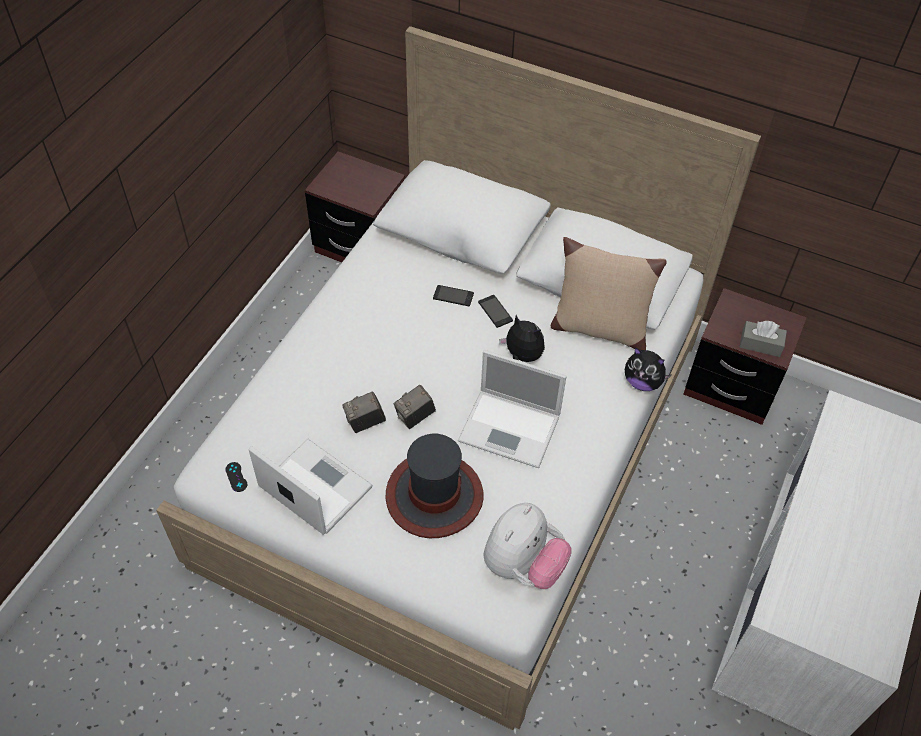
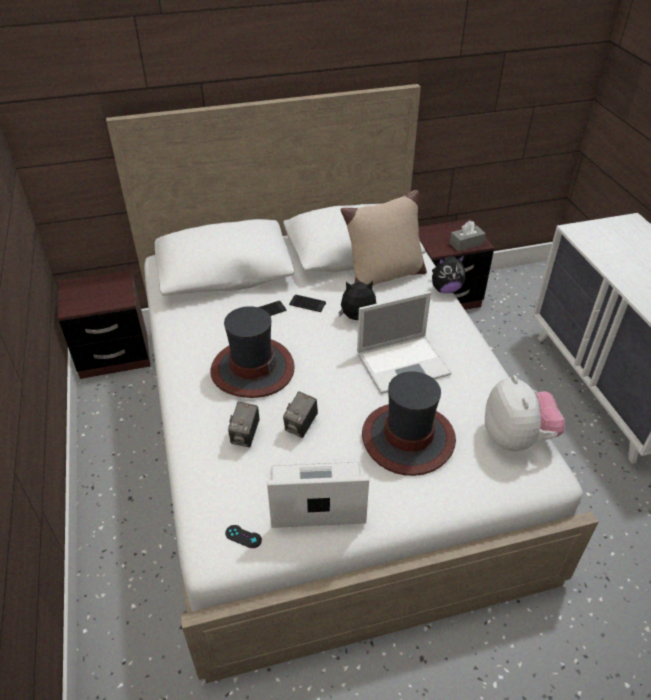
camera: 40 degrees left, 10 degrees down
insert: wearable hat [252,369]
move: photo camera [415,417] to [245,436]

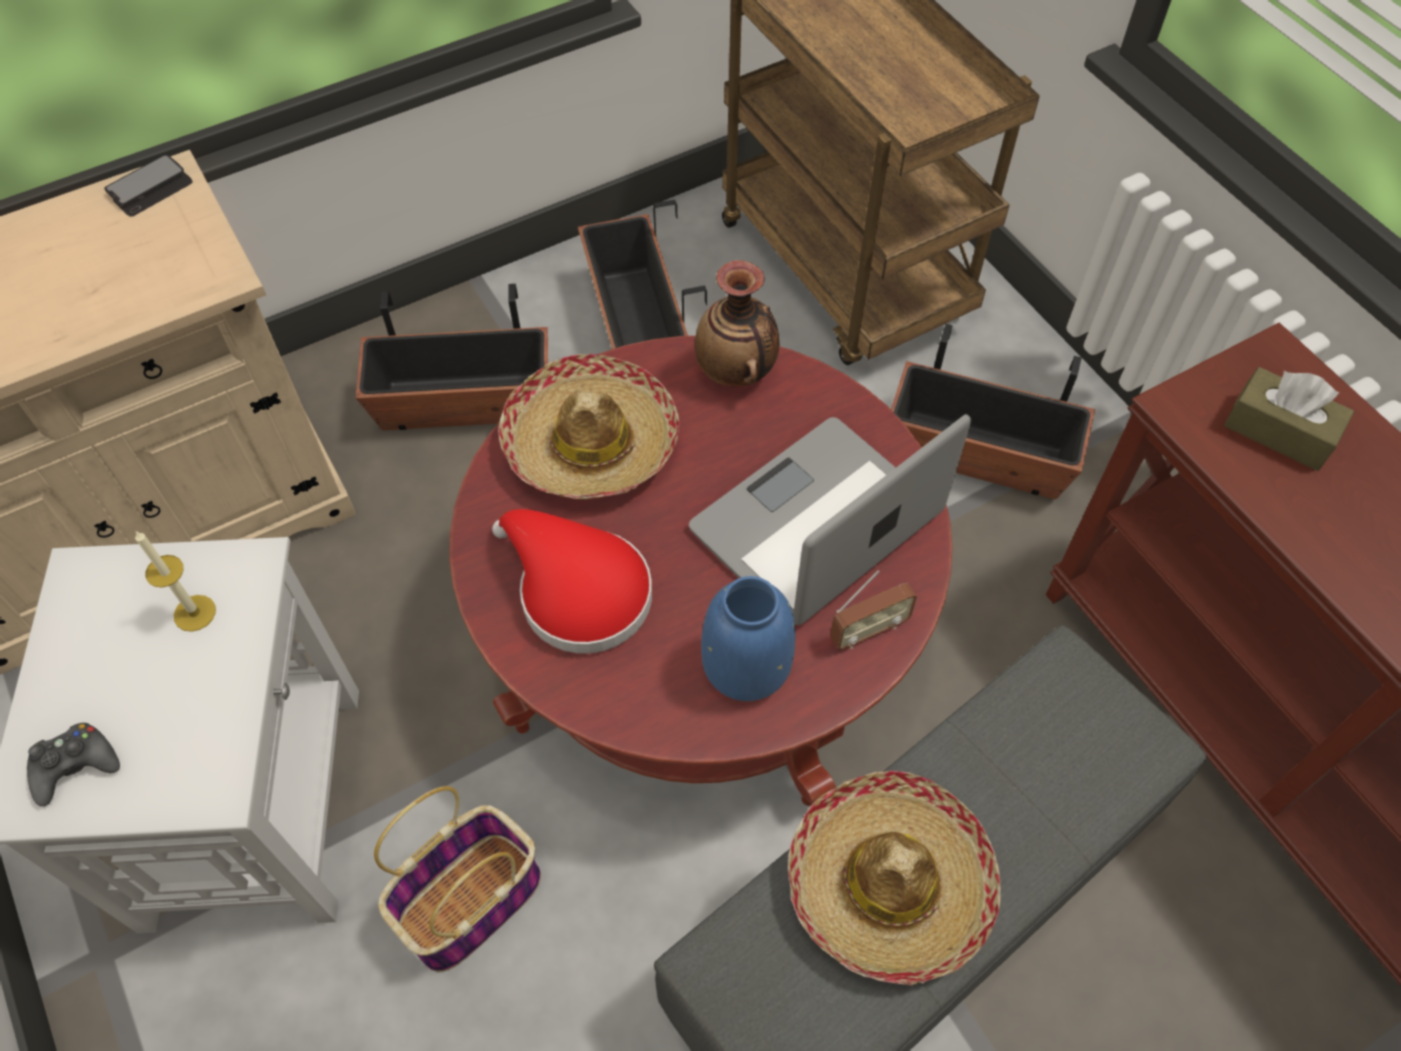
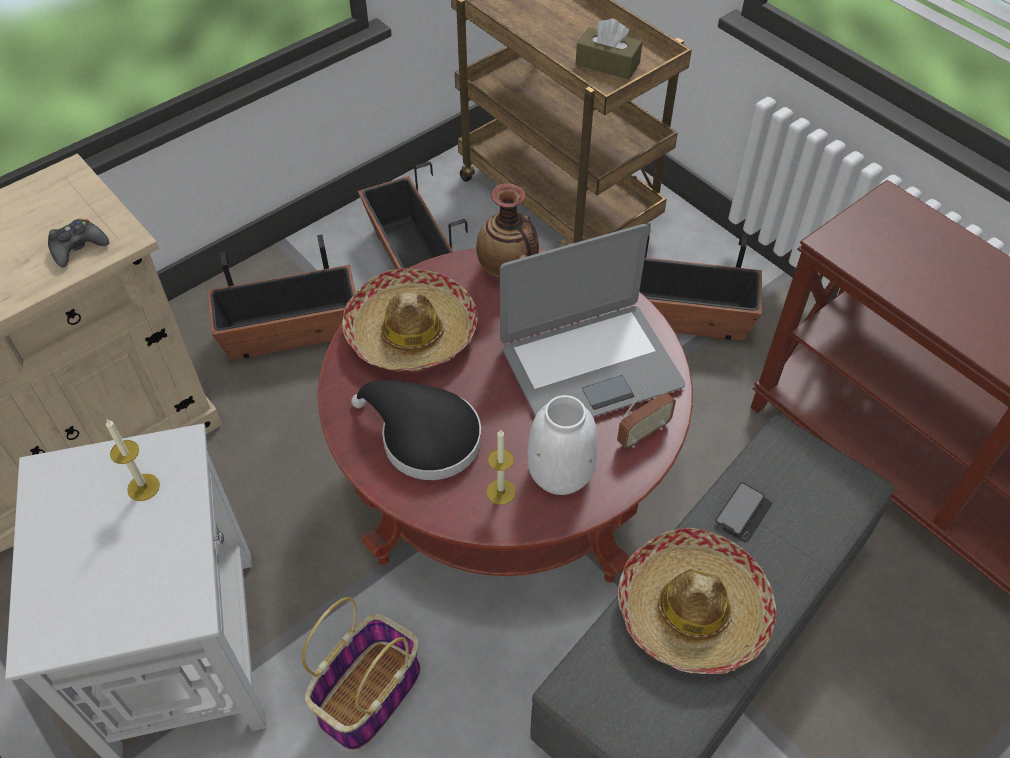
camera: 10 degrees left, 5 degrees down
insert: wax light [501,492]
move: gamepad (black) [75,766] to [78,247]; telephone [150,187] to [743,513]; box of tissues (brownish) [1279,431] to [607,64]
recolor: wearable hat (reddish) [577,591] to wearable hat (black) [423,437]; vase (bluish) [746,670] to vase (white-coloured) [560,473]
rotate: notebook computer [817,524] = [590,366] 150 degrees counterclockwise

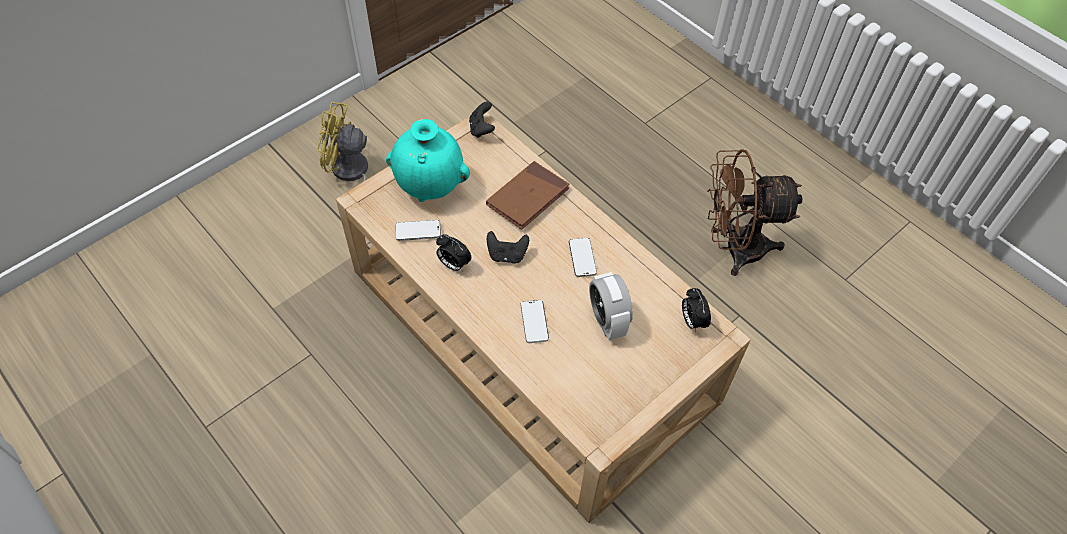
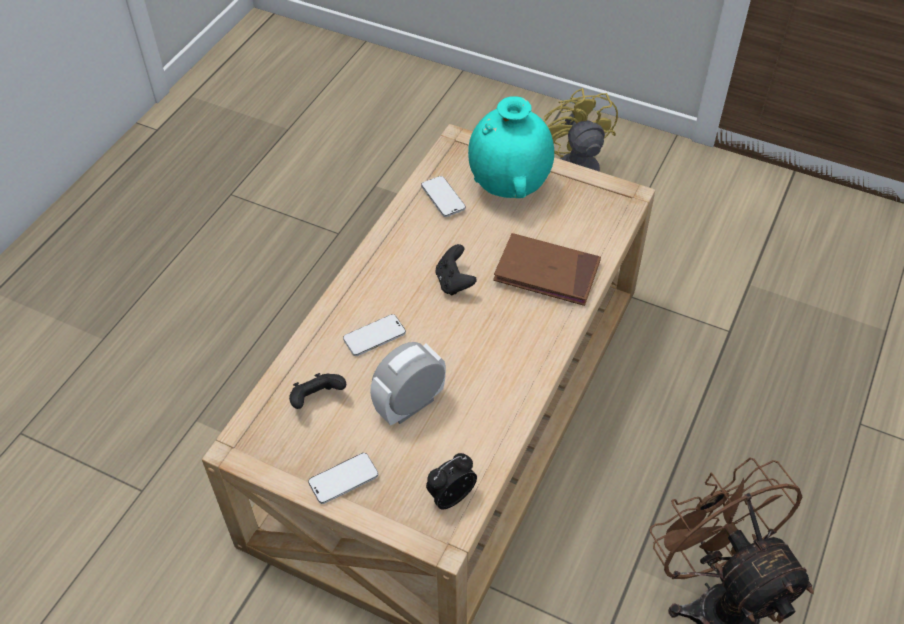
camera: 70 degrees right, 5 degrees down
delete: alarm clock [453,264]
move: gamepad (black) [481,129] to [317,399]; telephone [582,258] to [343,479]

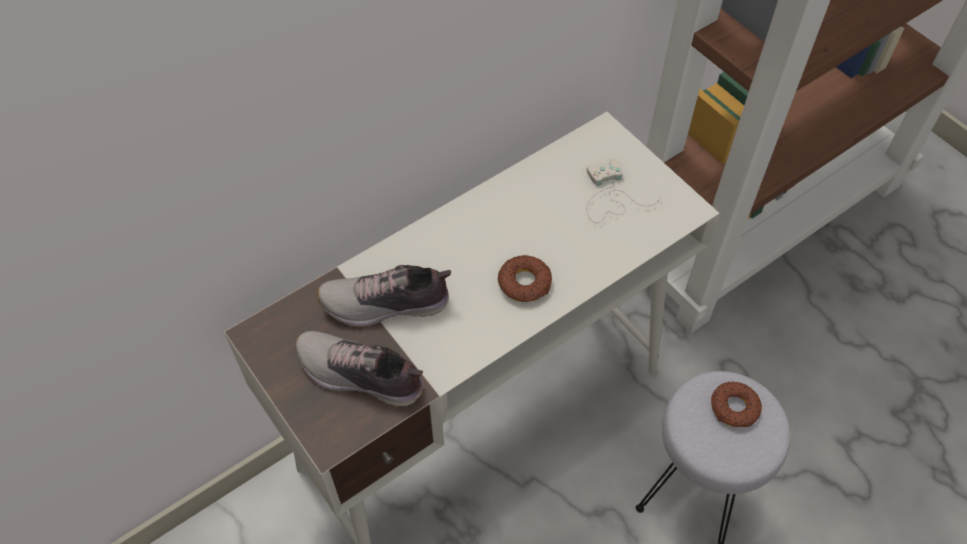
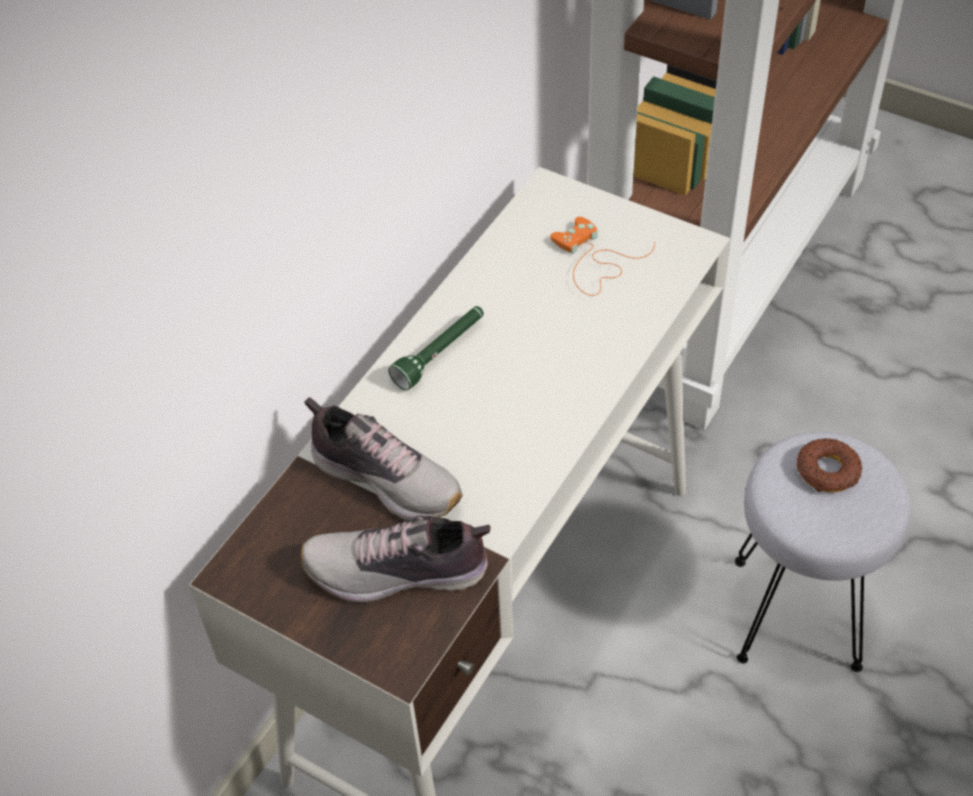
camera: 20 degrees left, 5 degrees down
delete: ring doughnut [525,283]
insert: hand torch (greenish) [440,353]
recolor: gamepad (white-coloured) [610,196] to gamepad (orange) [594,260]
rotate: shoe [386,305] = [386,478] 120 degrees counterclockwise

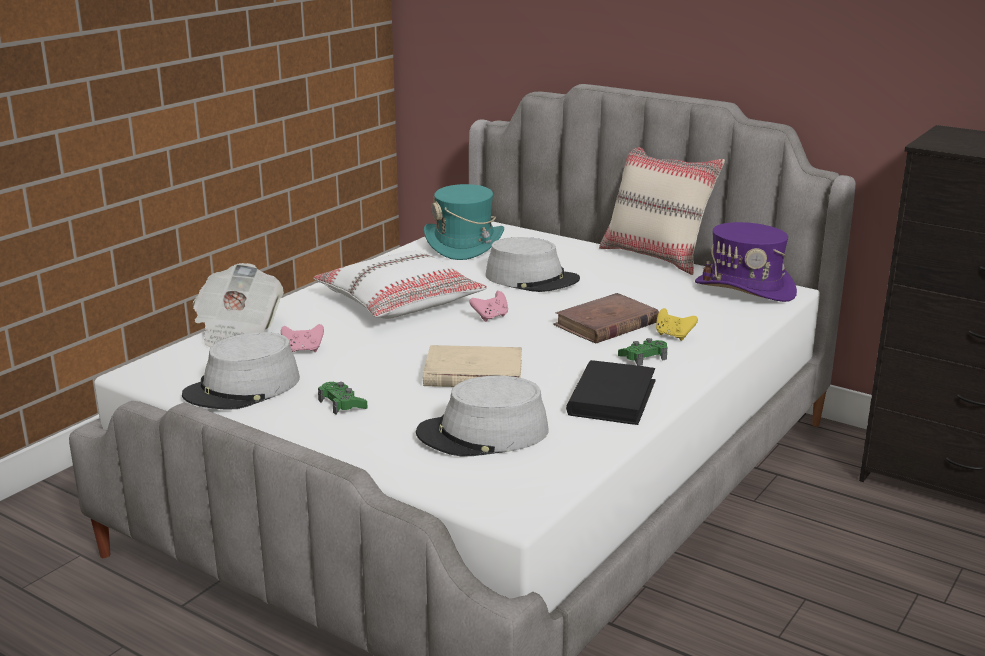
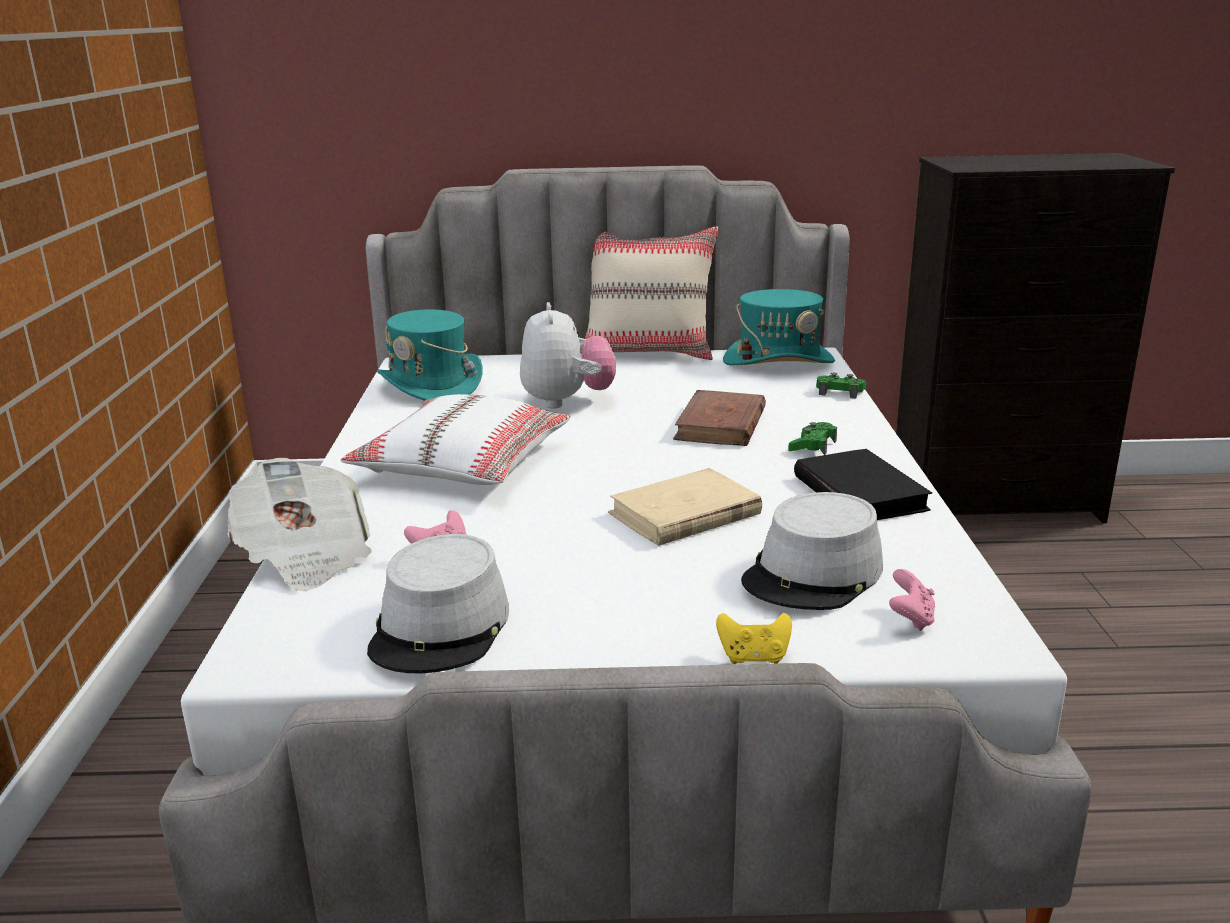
camera: 35 degrees left, 0 degrees up
move: gamepad (greenish) [342,404] to [840,392]; gamepad (pink) [491,317] to [910,619]; gamepad (yellow-coloured) [673,336] to [754,658]
replace: wearable hat (gray) [532,278] to soft toy [567,401]
recolor: wearable hat (purplish) [745,289] to wearable hat (blue-green) [778,361]

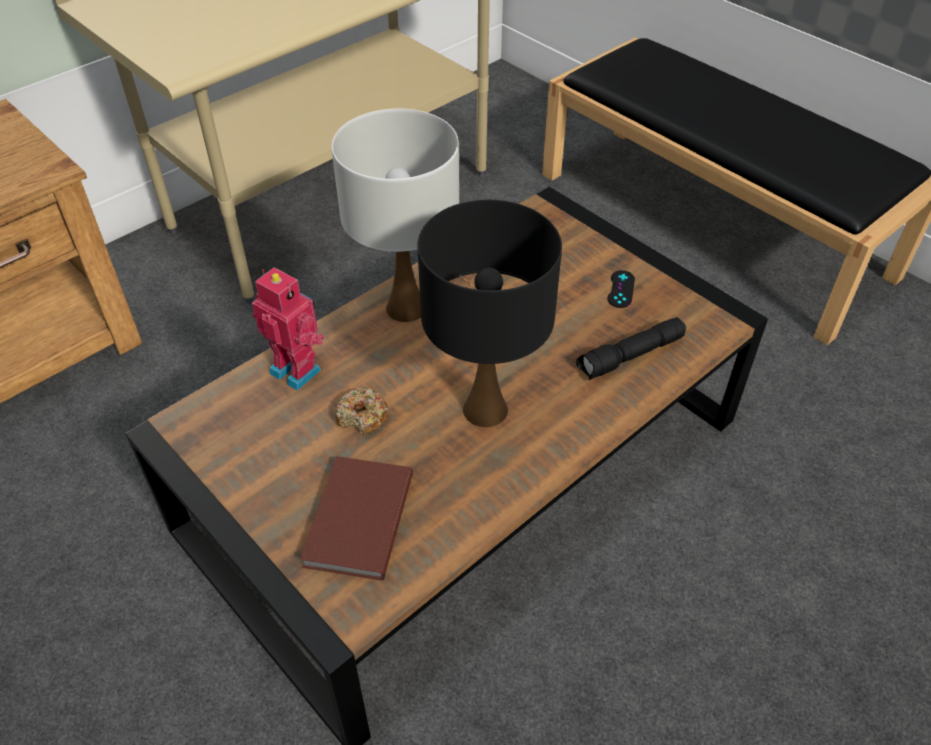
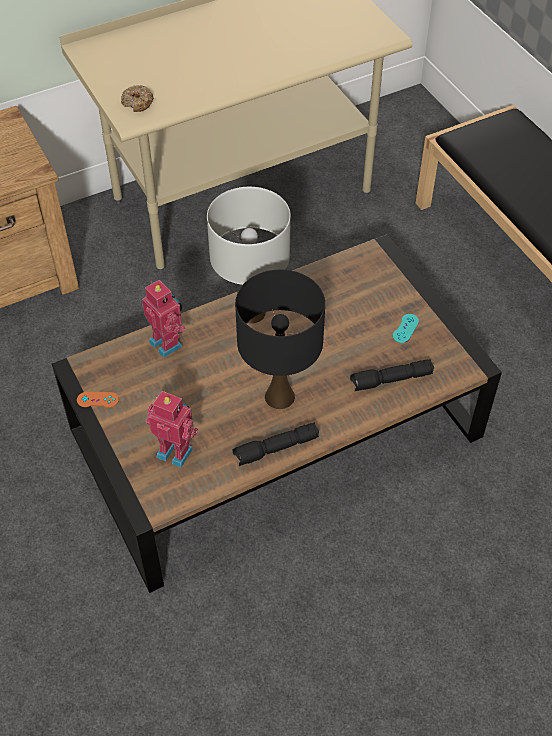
camera: 15 degrees right, 5 degrees up
insert: gamepad (orange) [97,400]; hand torch (black) [276,449]
move: ring doughnut [362,417] to [137,103]
replace: volume (brownish) [355,520] to robot figure [176,451]
recolor: gamepad (black) [621,289] to gamepad (blue-green) [405,328]

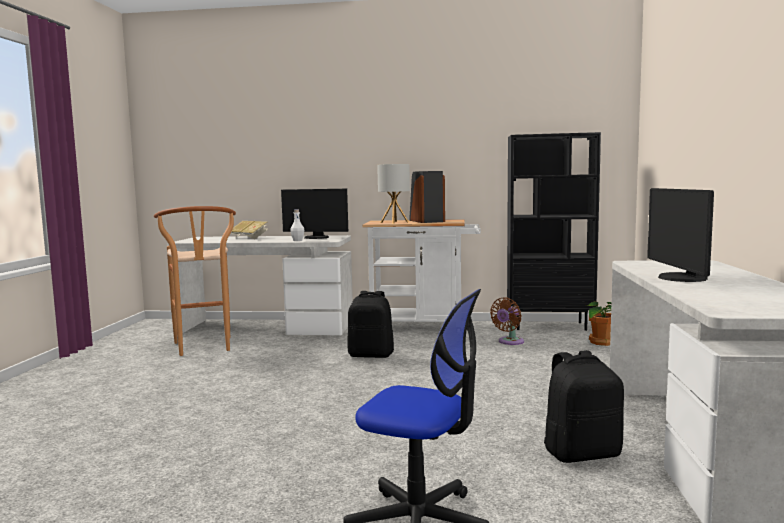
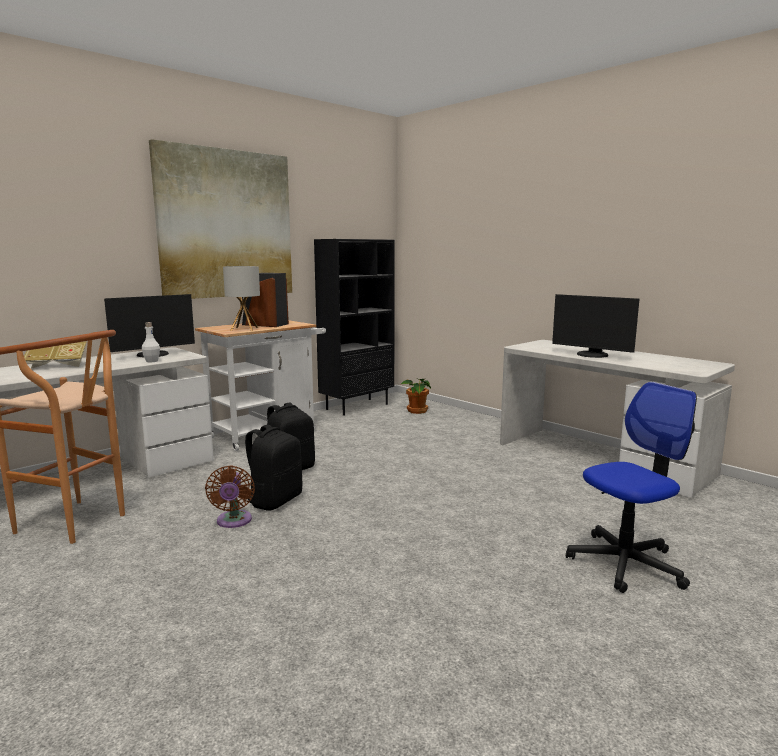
camera: 50 degrees left, 5 degrees up
insert: wall art [226,224]
move: electric fan (brownish) [509,342] to [233,521]; rucksack (black) [582,453] to [275,500]

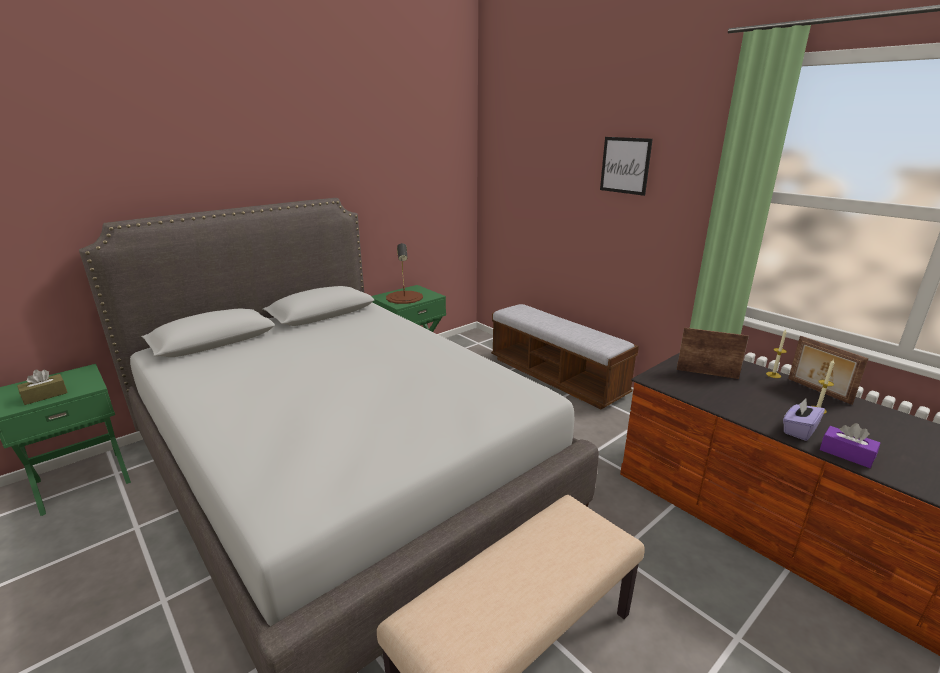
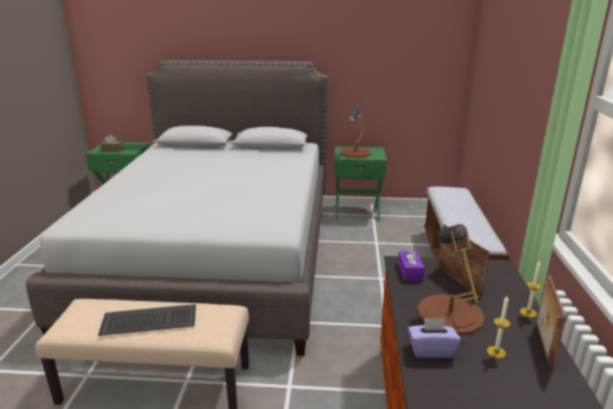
camera: 45 degrees right, 0 degrees up
delete: wall art [625,165]
insert: computer keyboard [148,322]; lamp for a table (brownish) [449,314]
move: box of tissues (purplish) [846,454] to [410,272]

